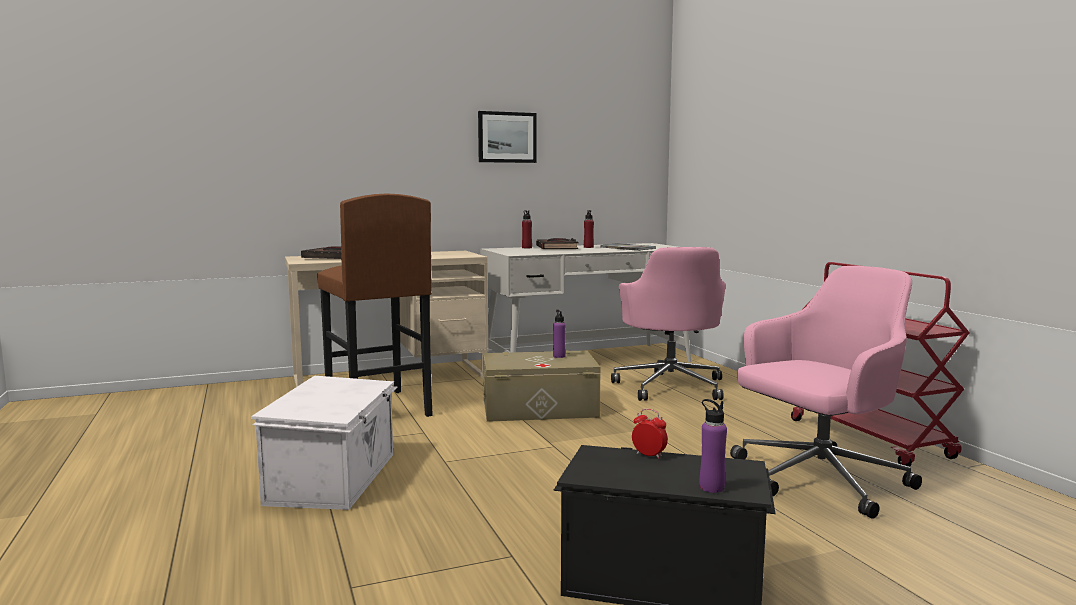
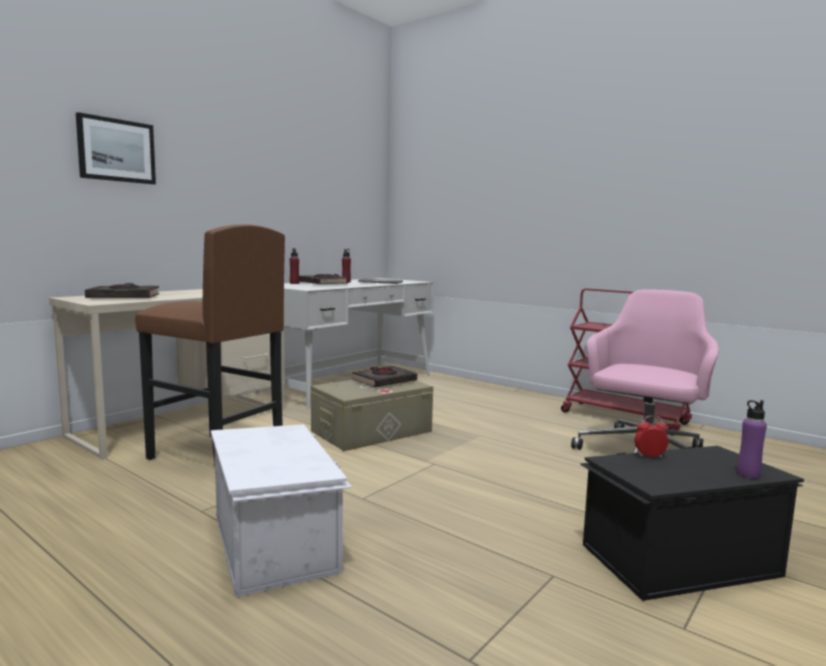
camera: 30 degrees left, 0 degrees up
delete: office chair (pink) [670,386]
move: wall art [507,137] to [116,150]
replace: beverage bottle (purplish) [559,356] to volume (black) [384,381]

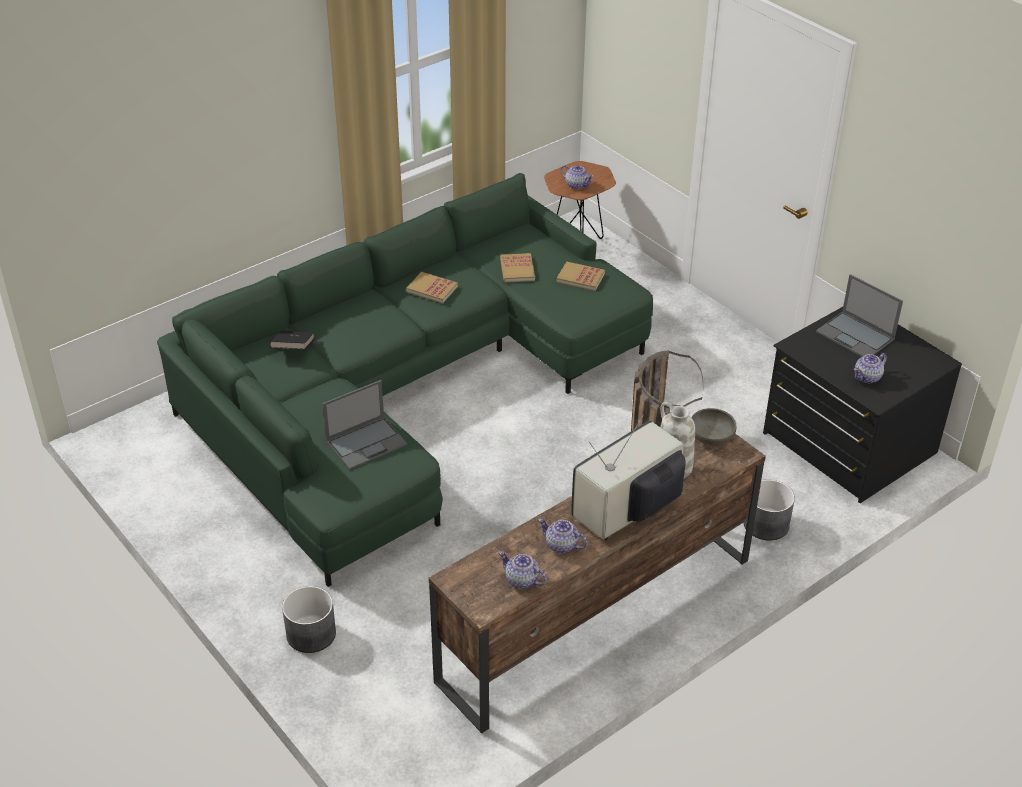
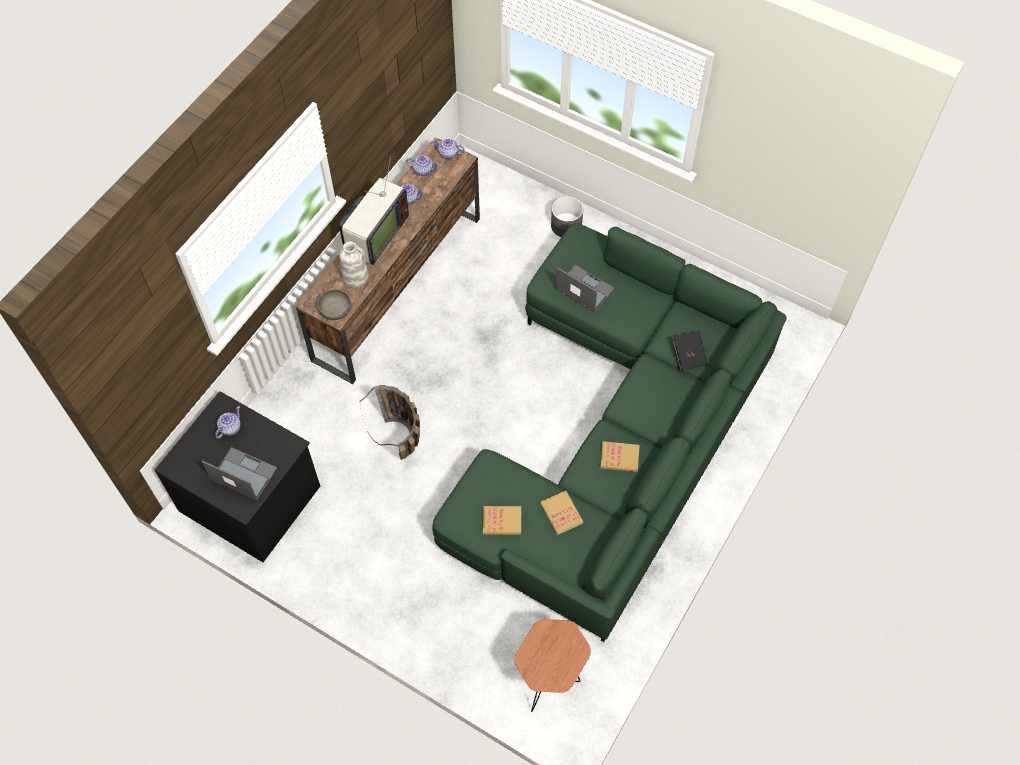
camera: 160 degrees right, 20 degrees up
delete: planter (gray) [766,524]
move: teapot [576,185] to [448,154]
rotate: notebook computer [367,442] = [583,288] 90 degrees clockwise

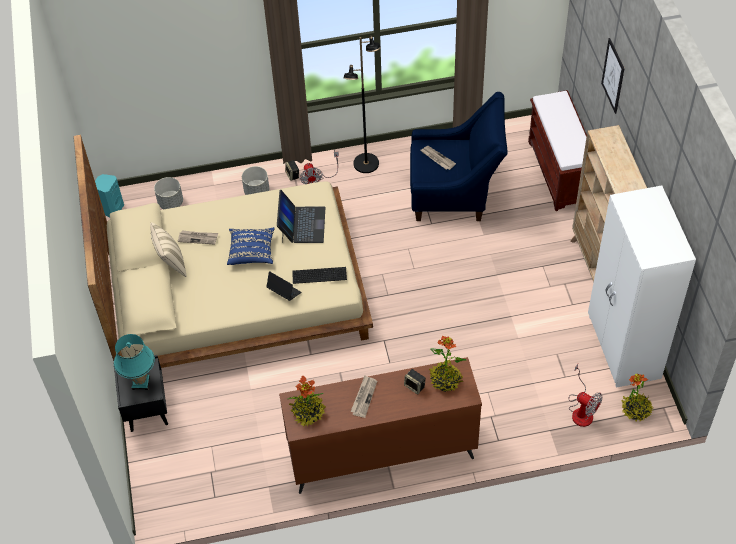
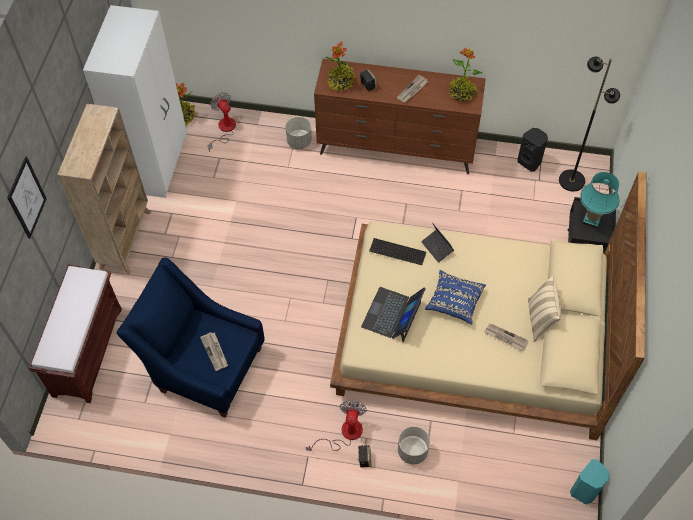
camera: 160 degrees left, 5 degrees up
insert: speaker (black) [529,162]
move: planter (gray) [170,203] to [299,141]; standard lamp (black) [366,164] to [571,180]

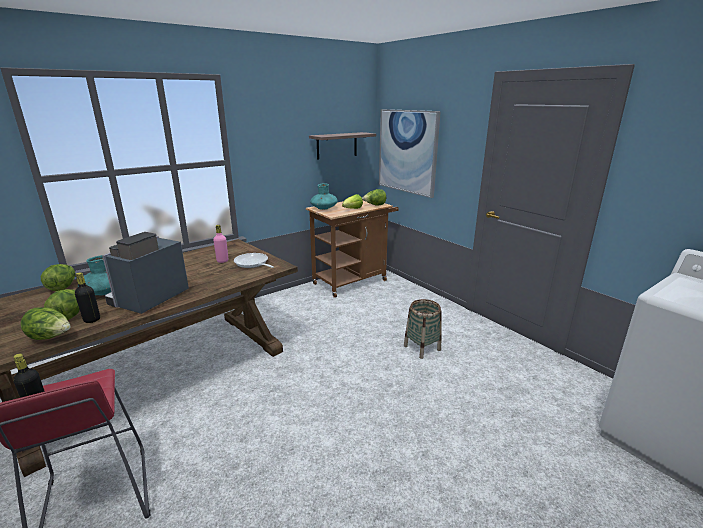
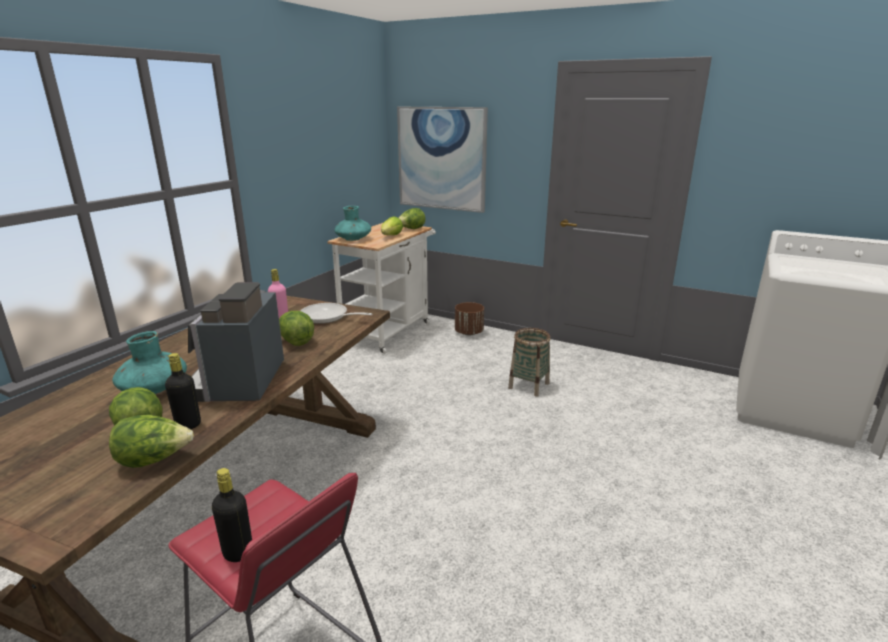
camera: 25 degrees left, 0 degrees up
delete: shelf [337,145]
insert: planter (brownish) [469,332]
move: lettuce [63,287] to [296,341]
recolor: trolley (brownish) [353,280] to trolley (white-coloured) [389,331]

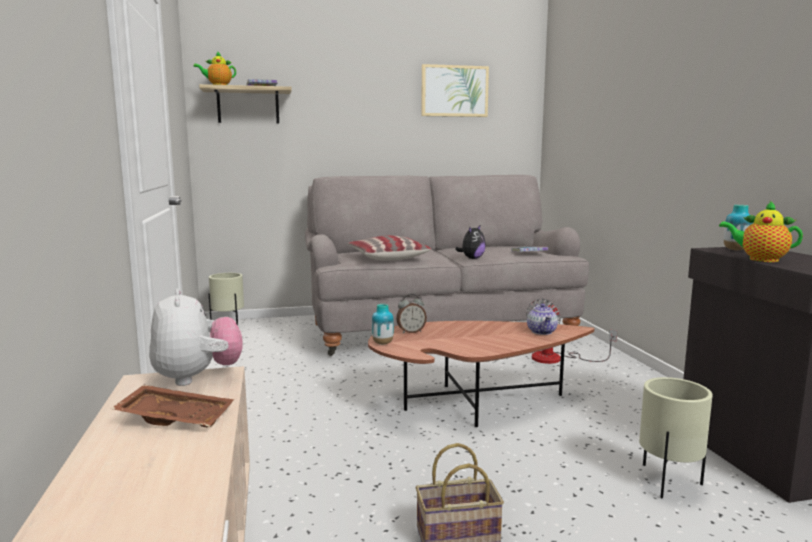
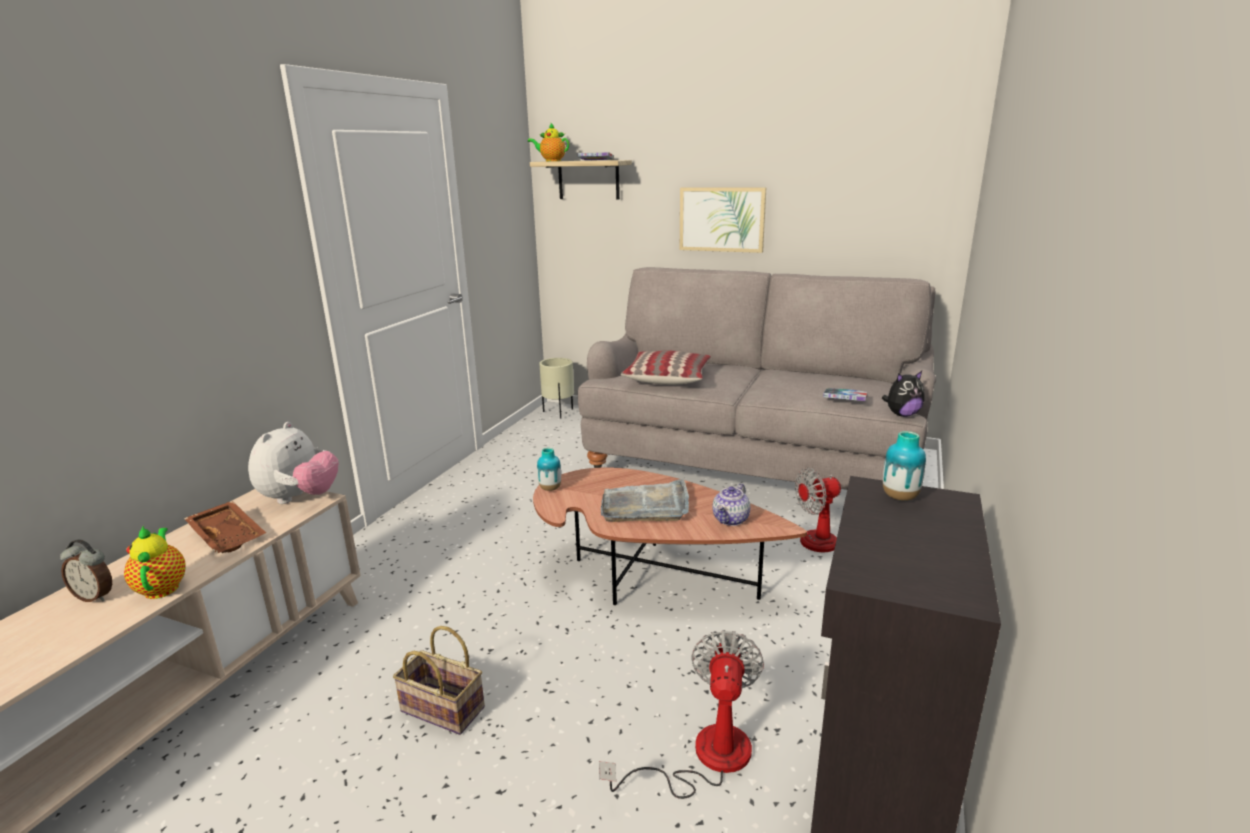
camera: 35 degrees right, 10 degrees up
insert: tray (gray) [645,505]
move: alarm clock [411,332] to [96,596]; wall art [454,91] to [722,219]; soft toy [472,258] to [902,414]; teapot [760,259] to [163,587]
replace: planter (beige-coloured) [668,483] to electric fan [704,758]

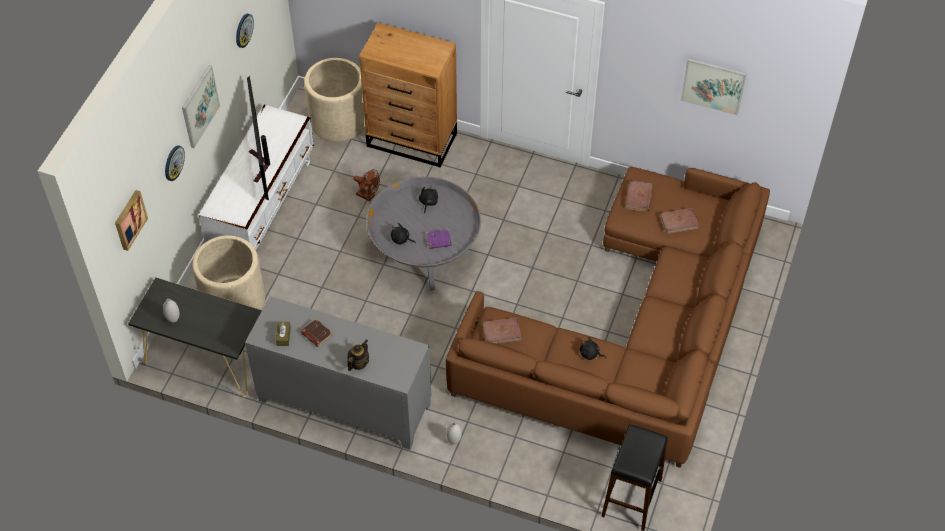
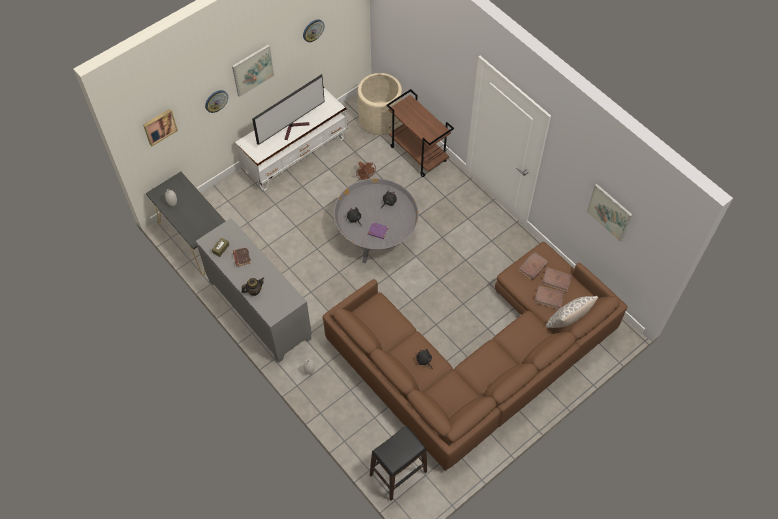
camera: 30 degrees right, 5 degrees up
delete: planter (beige-coloured) [233,300]
insert: throw pillow [567,321]
move: volume (brownish) [502,332] to [556,280]
replace: drawer chest (brownish) [412,140] to trolley (brownish) [418,154]
rotate: TV set [261,166] = [294,127] 150 degrees counterclockwise

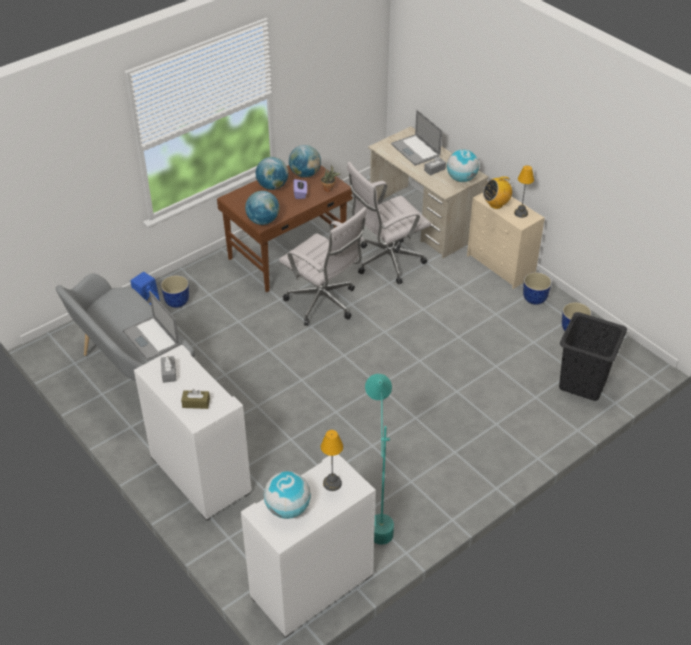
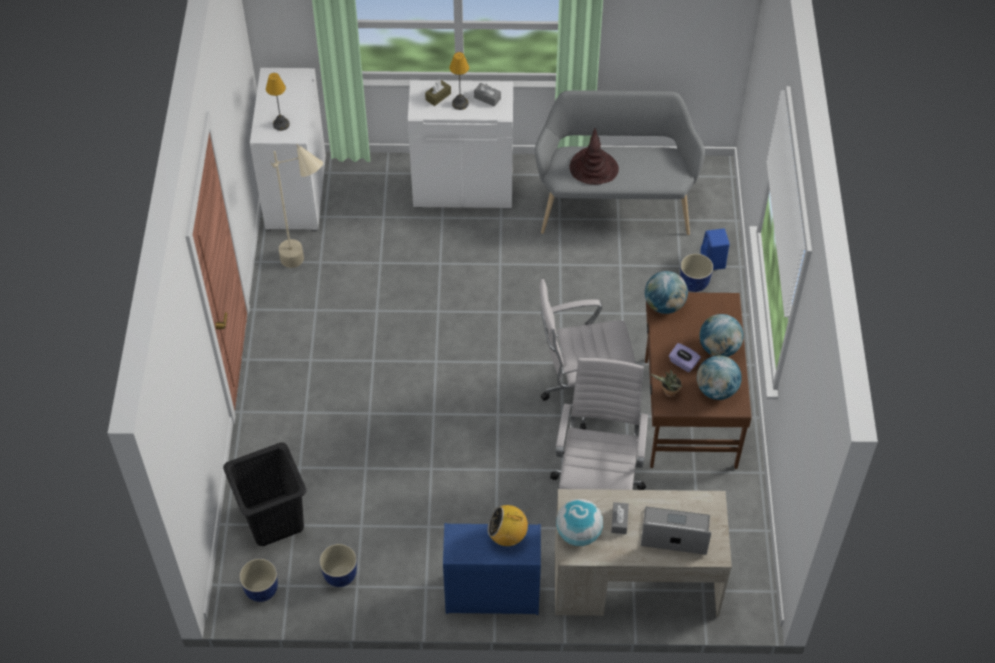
camera: 130 degrees right, 10 degrees up
delete: desk globe [288,508]
move: lamp for a table [520,213] to [460,104]; planter [535,299] to [261,591]
replace: notebook computer [151,338] to wearable hat (brownish) [593,168]
recolor: standard lamp (blue-green) [378,516] to standard lamp (beige-coloured) [308,267]; drawer chest (beige-coloured) [501,266] to drawer chest (bluish) [491,594]
rotate: radio set [496,204] = [507,536] 105 degrees counterclockwise

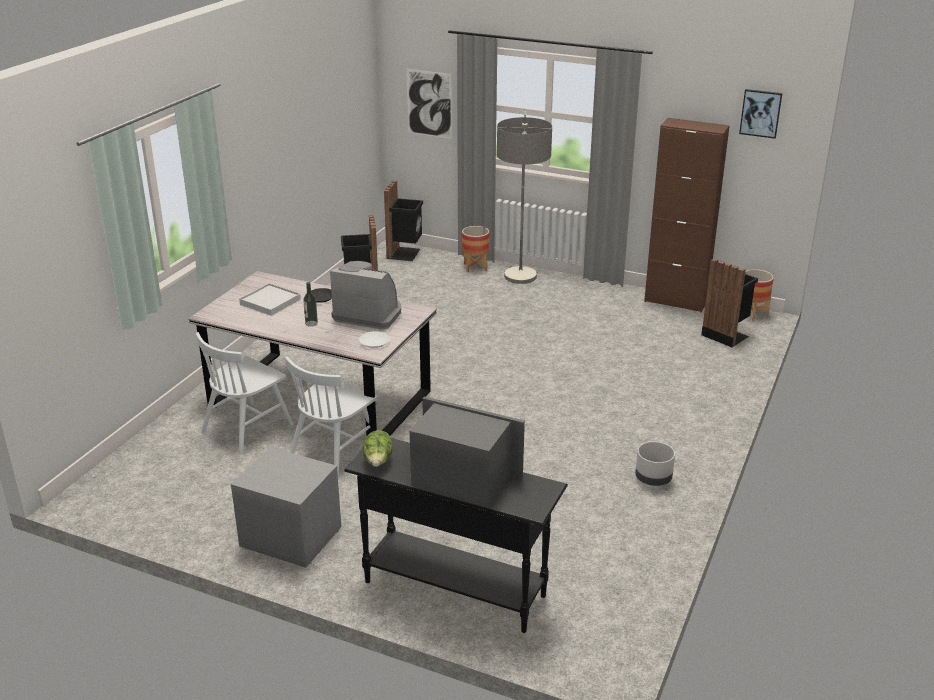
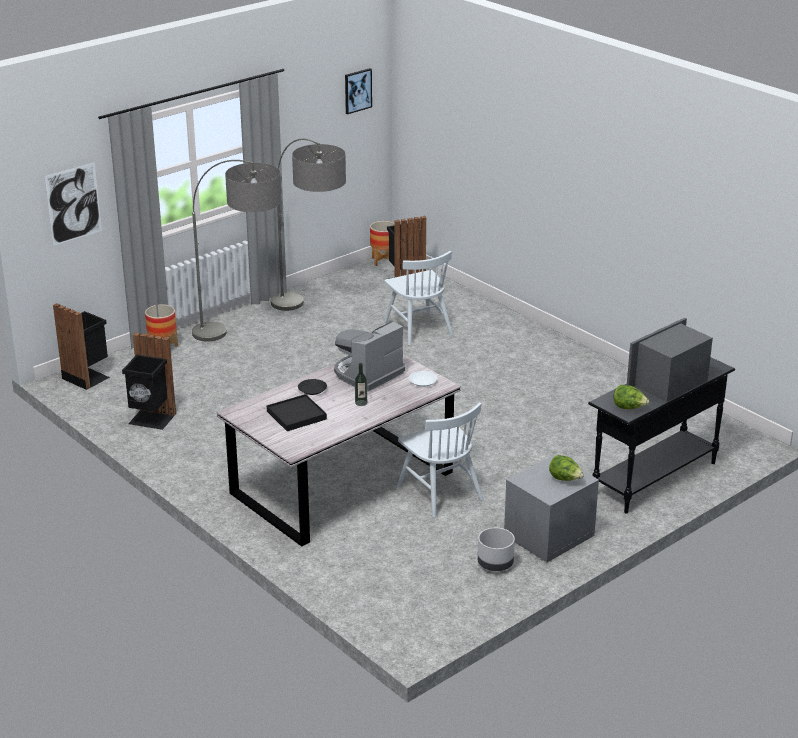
camera: 65 degrees left, 0 degrees up
delete: cupboard (brownish) [675,301]
insert: standard lamp [311,317]; lettuce [565,479]
move: plain chair (white-coloured) [247,428] to [418,328]; planter (gray) [653,479] to [495,564]
recolor: tray (white-coloured) [270,302] to tray (black) [296,415]

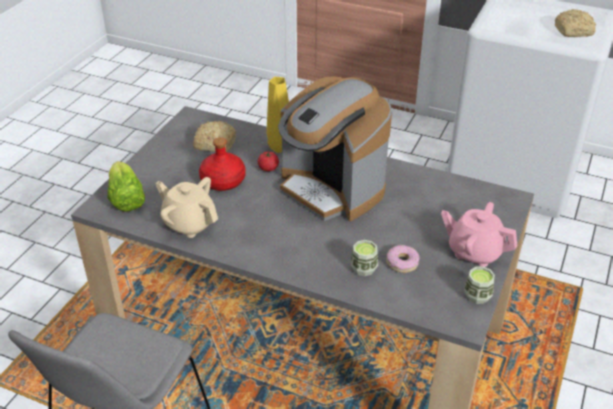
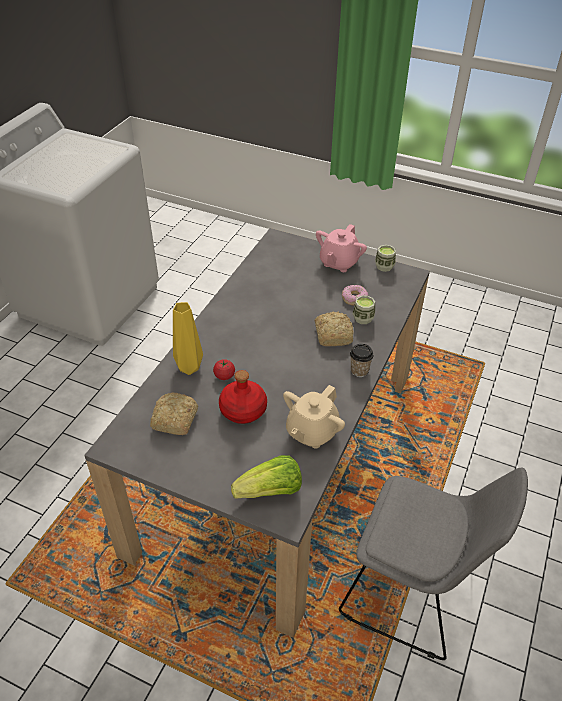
camera: 90 degrees left, 5 degrees up
delete: coffee machine [331,189]
insert: cup [359,371]
move: baked bread [574,31] to [334,334]

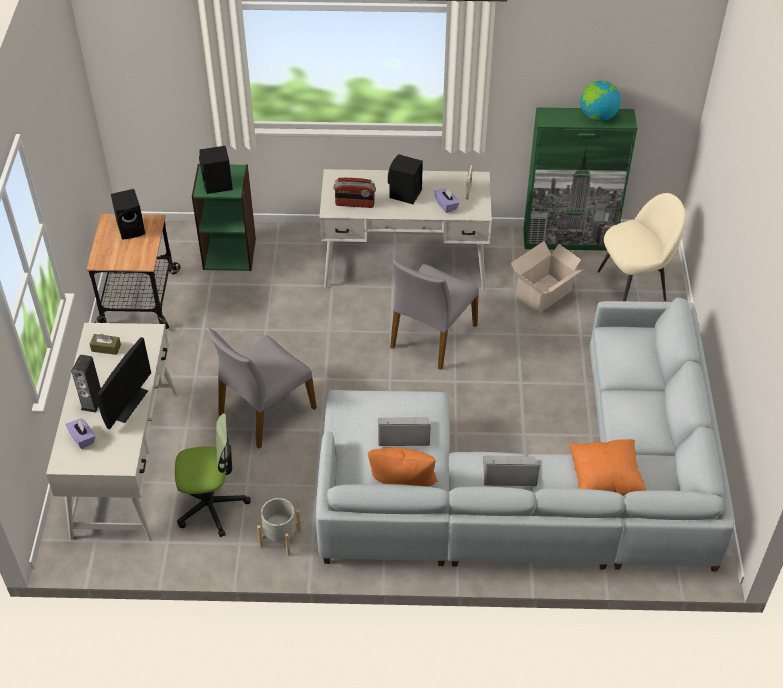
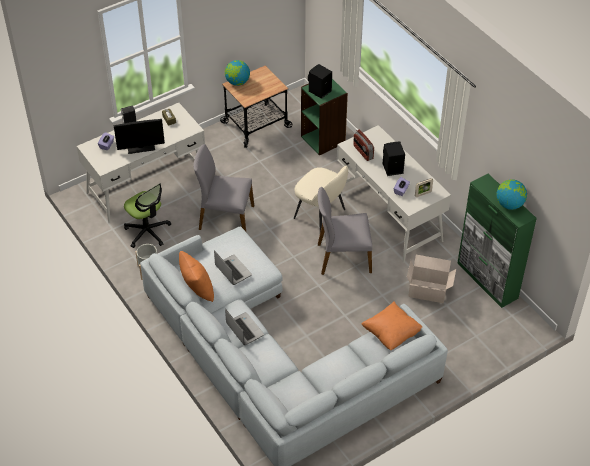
camera: 55 degrees right, 0 degrees up
delete: speaker (black) [132,228]
insert: desk globe [237,82]
move: throw pillow (orange) [605,480] to [391,333]; plain chair (beige-coloured) [633,285] to [320,214]

